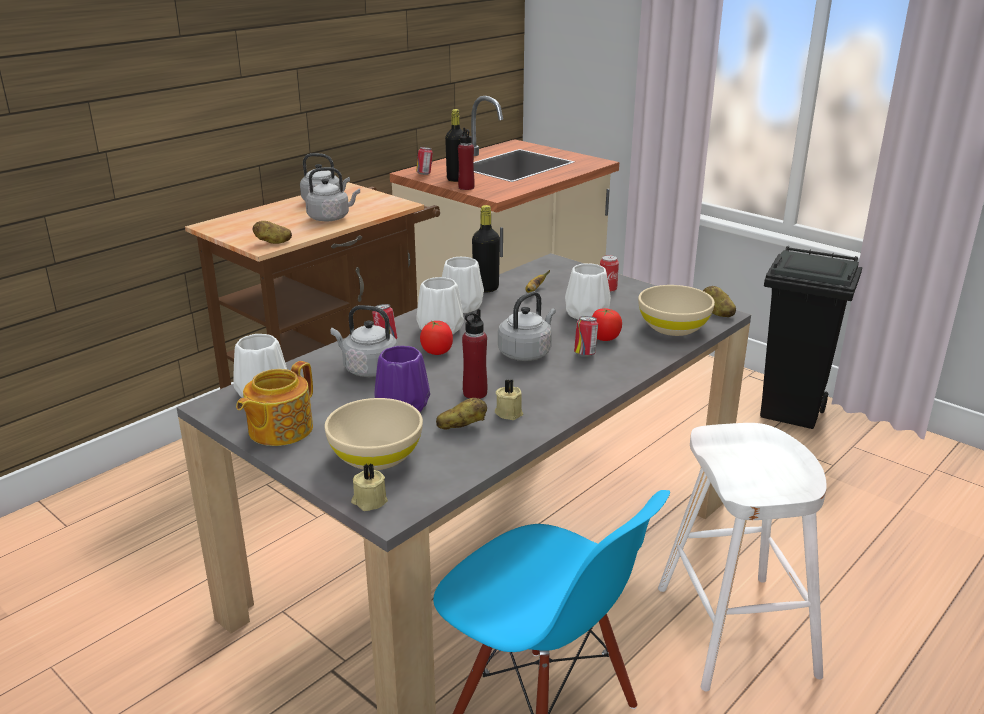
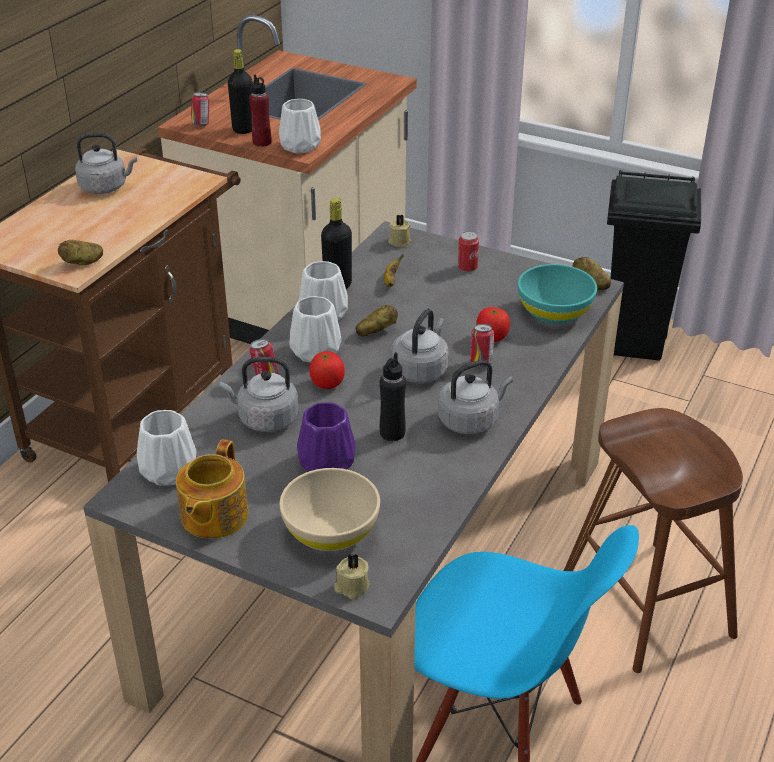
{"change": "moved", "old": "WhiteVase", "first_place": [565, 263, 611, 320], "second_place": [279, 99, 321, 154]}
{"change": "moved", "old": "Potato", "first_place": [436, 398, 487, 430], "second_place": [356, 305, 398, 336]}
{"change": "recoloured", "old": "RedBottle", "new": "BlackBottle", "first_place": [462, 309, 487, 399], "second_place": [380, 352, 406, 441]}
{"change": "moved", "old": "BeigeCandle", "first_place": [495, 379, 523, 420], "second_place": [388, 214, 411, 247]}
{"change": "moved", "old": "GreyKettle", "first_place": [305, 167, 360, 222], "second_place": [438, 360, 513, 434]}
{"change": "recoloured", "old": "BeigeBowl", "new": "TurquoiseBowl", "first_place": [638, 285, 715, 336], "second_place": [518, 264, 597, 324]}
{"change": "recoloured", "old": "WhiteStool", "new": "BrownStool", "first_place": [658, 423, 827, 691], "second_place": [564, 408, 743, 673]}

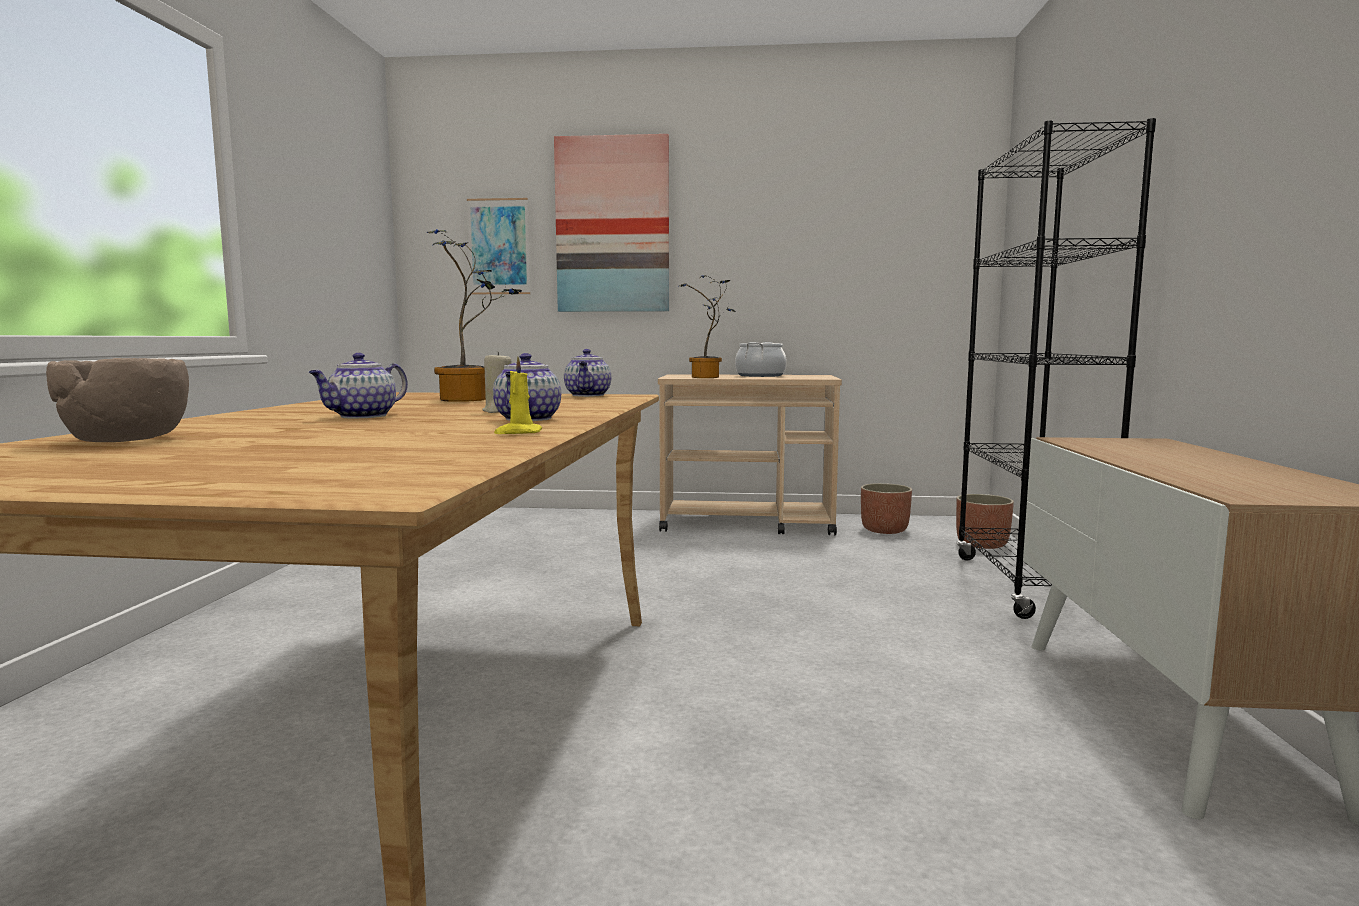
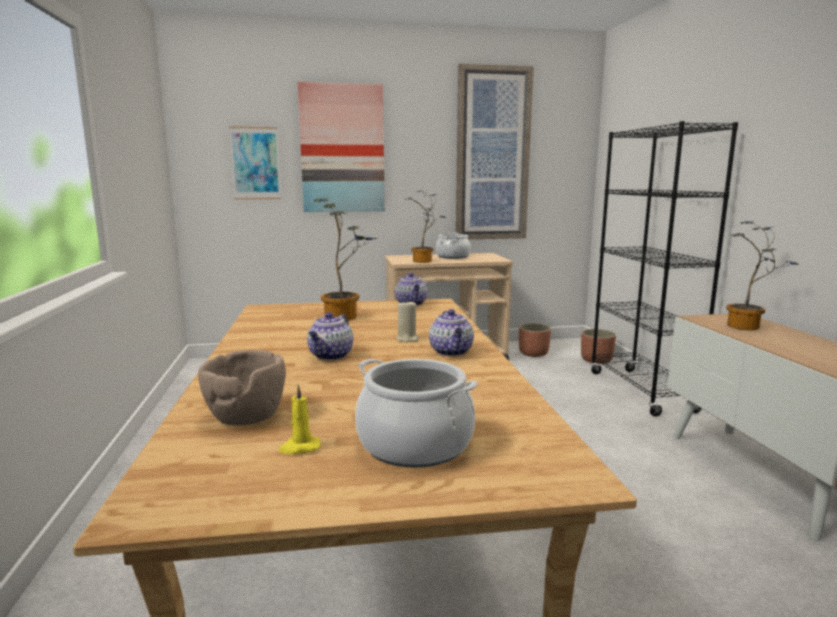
{"change": "moved", "old": "YellowCandle", "first_place": [494, 356, 542, 434], "second_place": [278, 385, 321, 454]}
{"change": "added", "new": "CookingPot", "second_place": [355, 358, 478, 468]}
{"change": "added", "new": "Picture", "second_place": [456, 64, 534, 239]}
{"change": "added", "new": "PottedPlant", "second_place": [726, 221, 799, 330]}

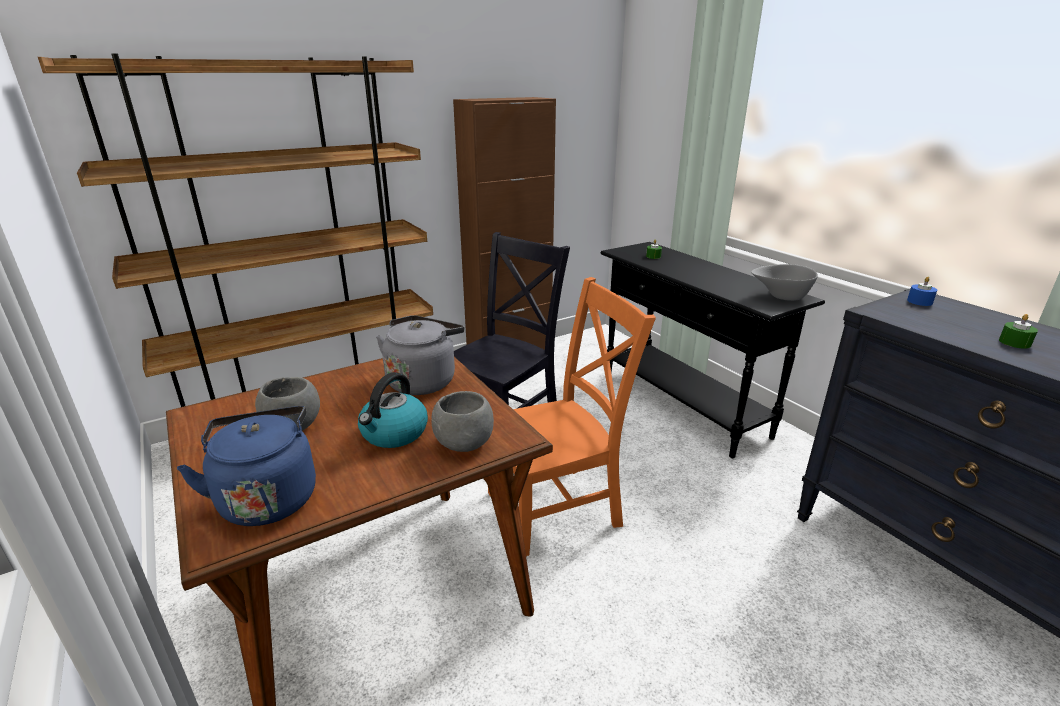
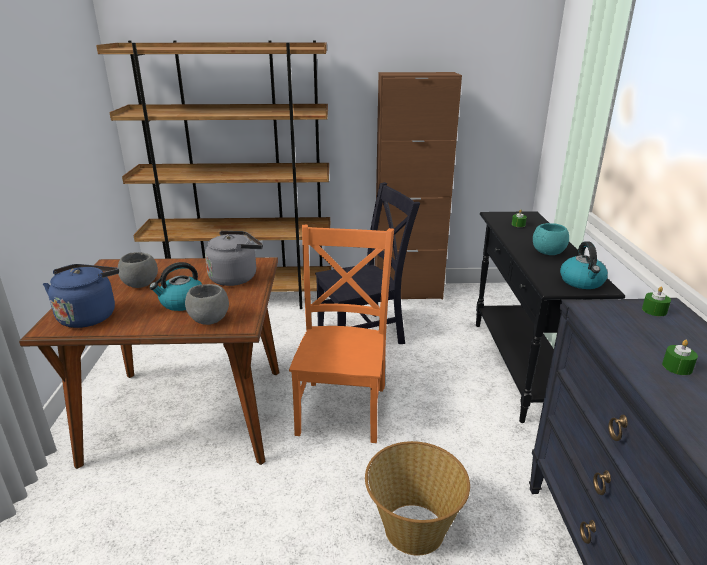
{"change": "turned", "old": "OrangeChair", "first_place": [488, 277, 656, 556], "second_place": [289, 225, 394, 443], "degrees": -90}
{"change": "added", "new": "Basket", "second_place": [365, 441, 470, 556]}
{"change": "added", "new": "TurquoiseBowl", "second_place": [533, 223, 569, 255]}
{"change": "replaced", "old": "GreyBowl", "new": "Kettle", "first_place": [751, 264, 818, 301], "second_place": [560, 241, 608, 289]}
{"change": "recoloured", "old": "BlueCandle", "new": "GreenCandle", "first_place": [907, 277, 937, 306], "second_place": [642, 287, 671, 316]}

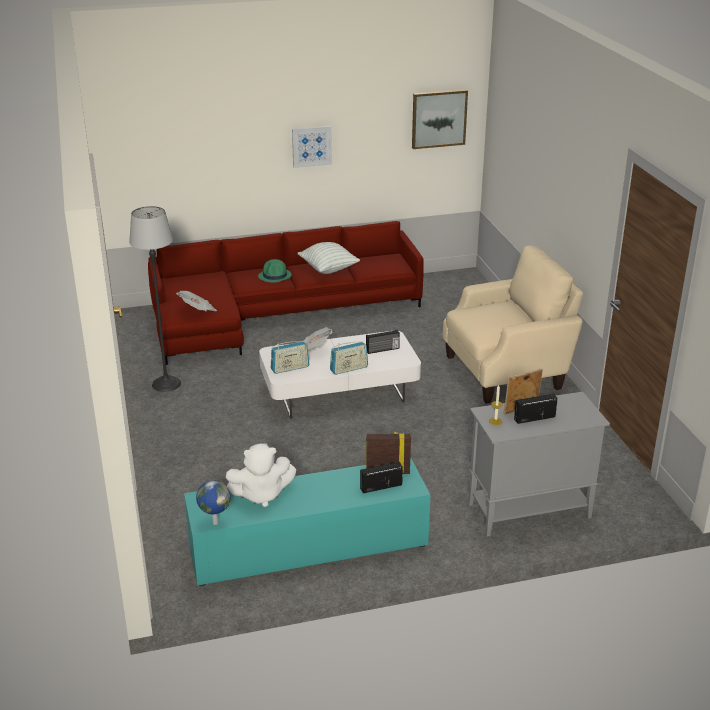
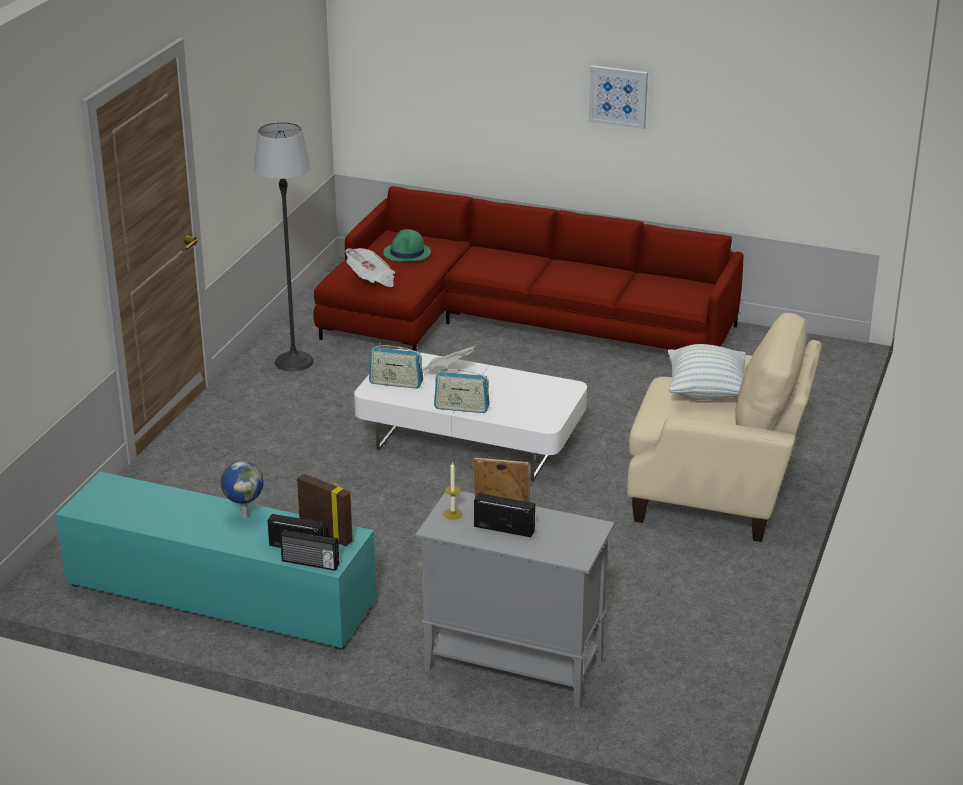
{"change": "moved", "old": "Globe", "first_place": [196, 480, 231, 525], "second_place": [221, 461, 264, 518]}
{"change": "moved", "old": "Radio", "first_place": [366, 330, 400, 354], "second_place": [280, 529, 339, 571]}
{"change": "moved", "old": "GreenHat", "first_place": [258, 259, 292, 283], "second_place": [383, 229, 431, 261]}
{"change": "moved", "old": "Pillow", "first_place": [297, 242, 360, 274], "second_place": [668, 344, 746, 400]}
{"change": "removed", "old": "WhitePlushToy", "first_place": [226, 443, 296, 507]}
{"change": "removed", "old": "Picture", "first_place": [412, 89, 468, 149]}

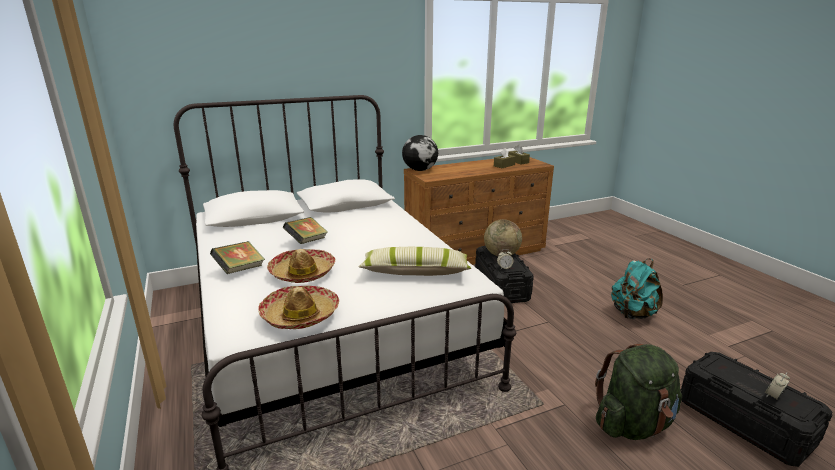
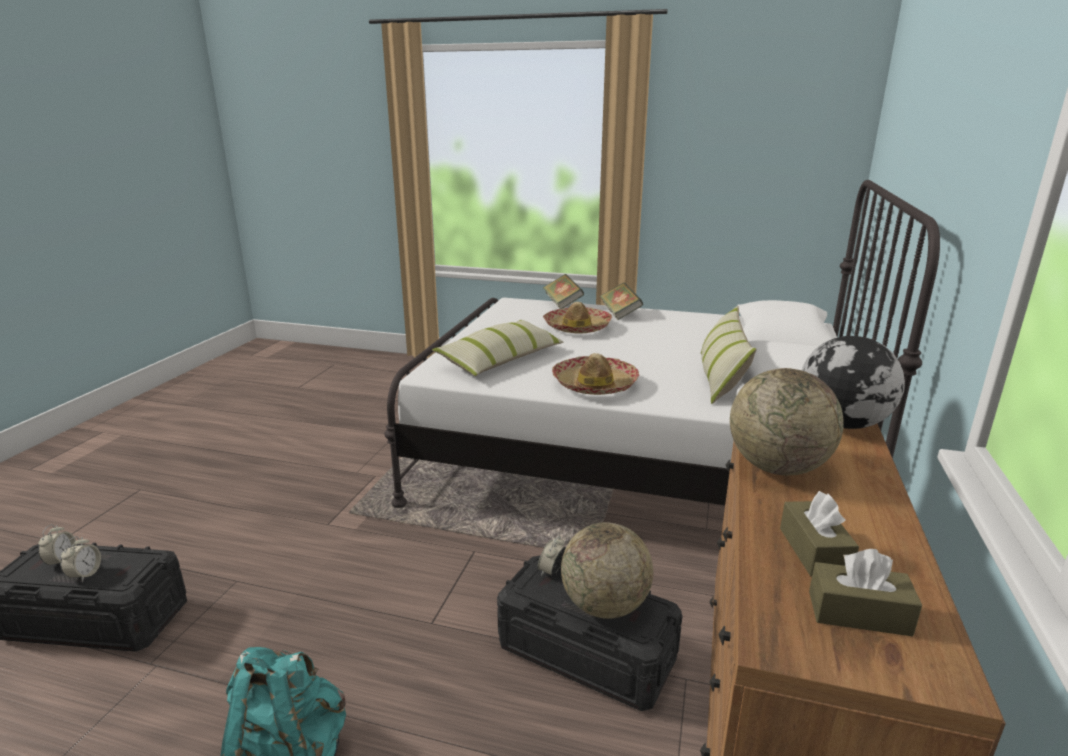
{"change": "added", "new": "AlarmClock", "second_place": [61, 536, 101, 582]}
{"change": "moved", "old": "Book", "first_place": [283, 217, 328, 244], "second_place": [543, 274, 584, 309]}
{"change": "moved", "old": "Hat", "first_place": [258, 286, 339, 329], "second_place": [552, 353, 639, 395]}
{"change": "added", "new": "Pillow", "second_place": [700, 306, 757, 404]}
{"change": "added", "new": "Globe", "second_place": [730, 368, 844, 476]}
{"change": "removed", "old": "GreenBackpack", "first_place": [595, 344, 682, 440]}

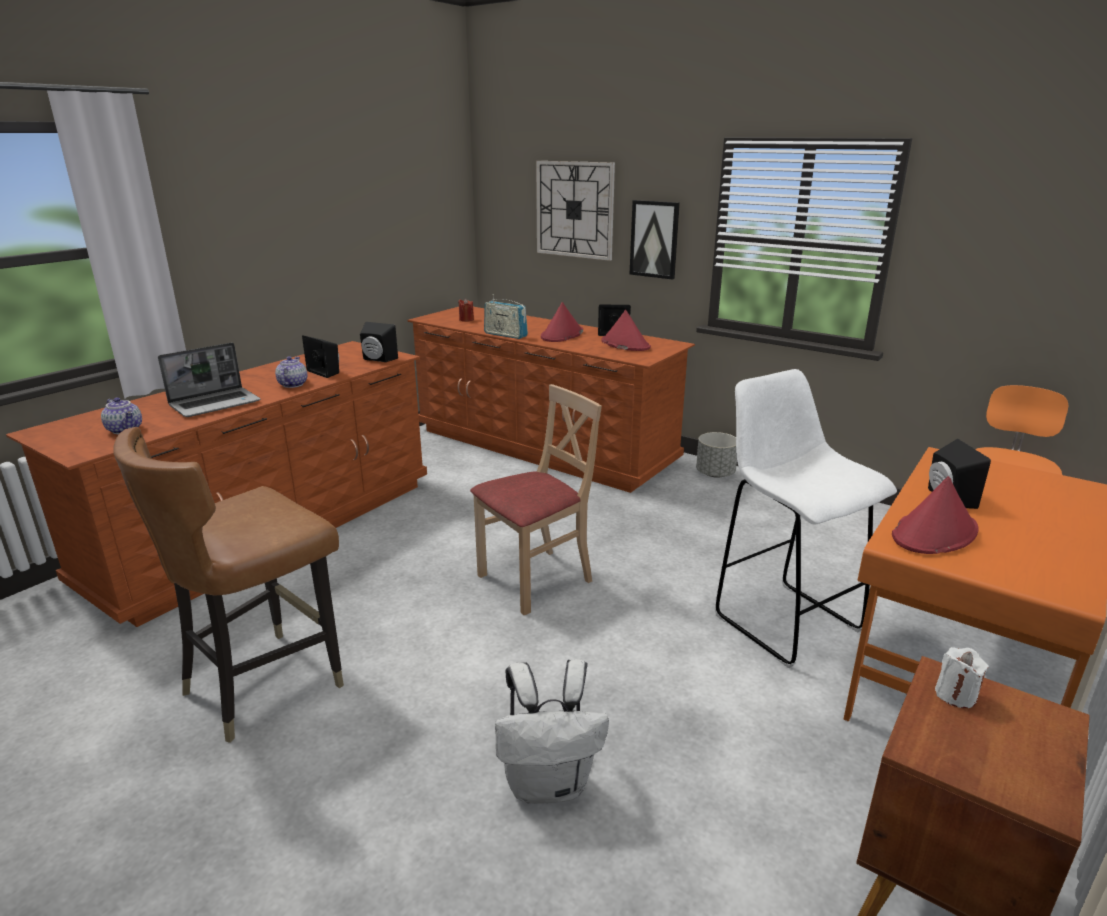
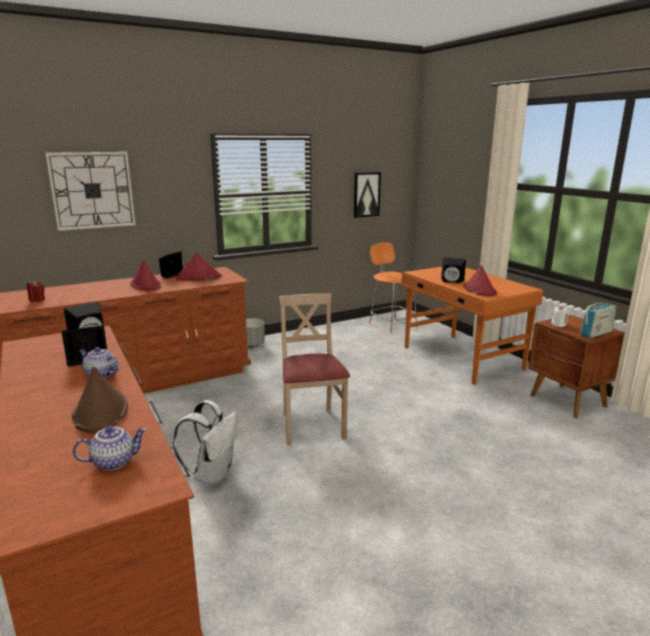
{"change": "replaced", "old": "Laptop", "new": "BrownHat", "first_place": [158, 342, 261, 417], "second_place": [72, 366, 128, 433]}
{"change": "moved", "old": "WhiteBackpack", "first_place": [495, 659, 609, 804], "second_place": [173, 400, 237, 485]}
{"change": "moved", "old": "Picture", "first_place": [630, 200, 680, 280], "second_place": [354, 172, 381, 218]}
{"change": "moved", "old": "Radio", "first_place": [484, 294, 528, 339], "second_place": [580, 302, 617, 338]}
{"change": "removed", "old": "BrownChair", "first_place": [113, 427, 344, 743]}
{"change": "removed", "old": "WhiteStool", "first_place": [715, 369, 897, 668]}

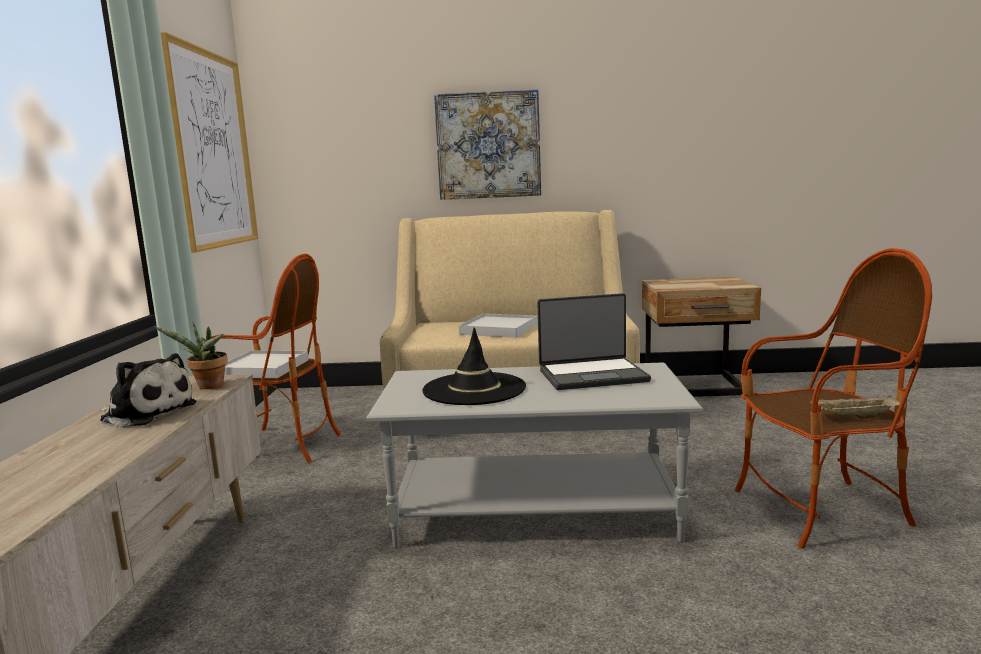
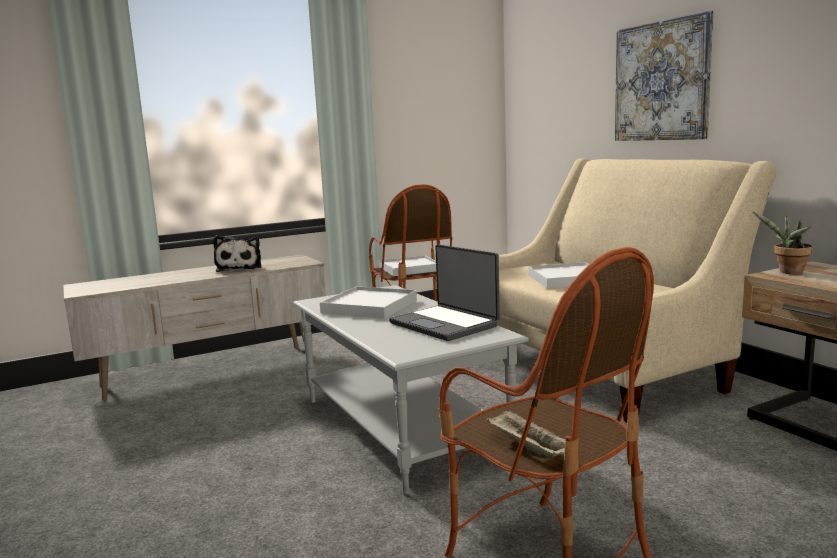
{"change": "replaced", "old": "BlackHat", "new": "WhiteTray", "first_place": [422, 327, 526, 405], "second_place": [320, 286, 417, 319]}
{"change": "moved", "old": "PottedPlant", "first_place": [154, 322, 228, 389], "second_place": [753, 212, 812, 275]}
{"change": "removed", "old": "Picture", "first_place": [161, 32, 258, 253]}

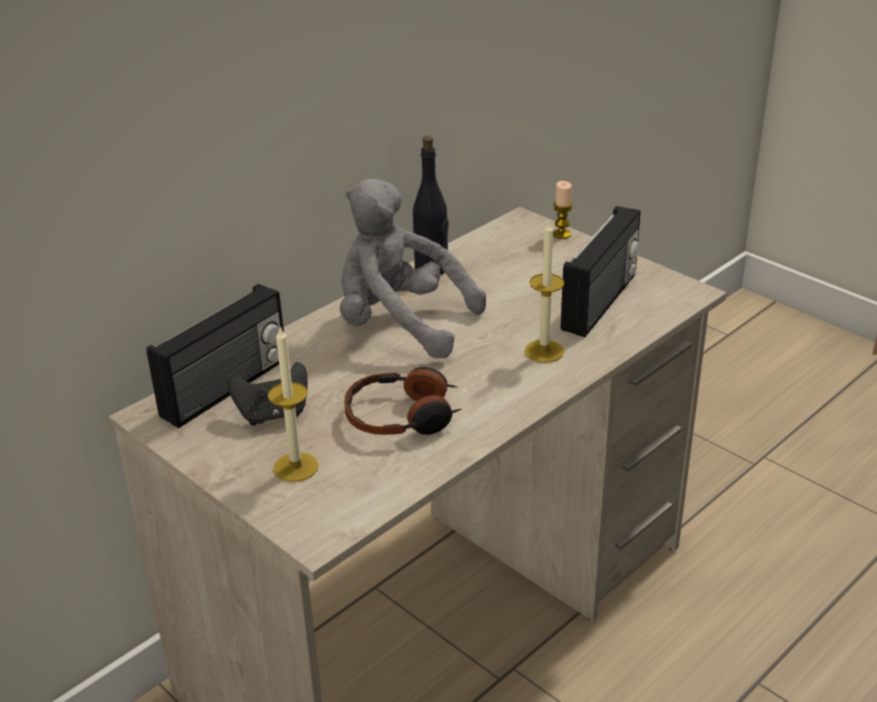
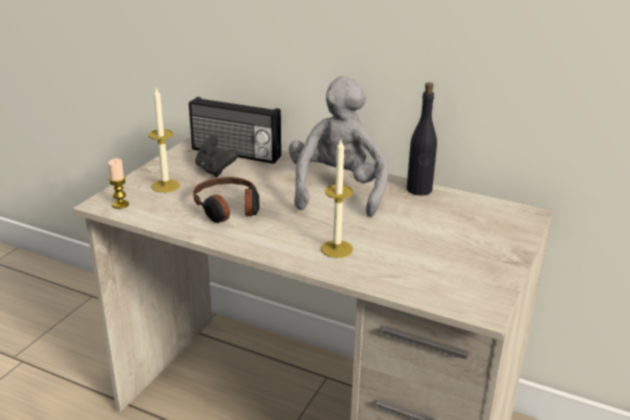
{"change": "moved", "old": "Candle", "first_place": [553, 181, 573, 239], "second_place": [108, 158, 129, 209]}
{"change": "removed", "old": "Radio", "first_place": [561, 206, 641, 337]}

